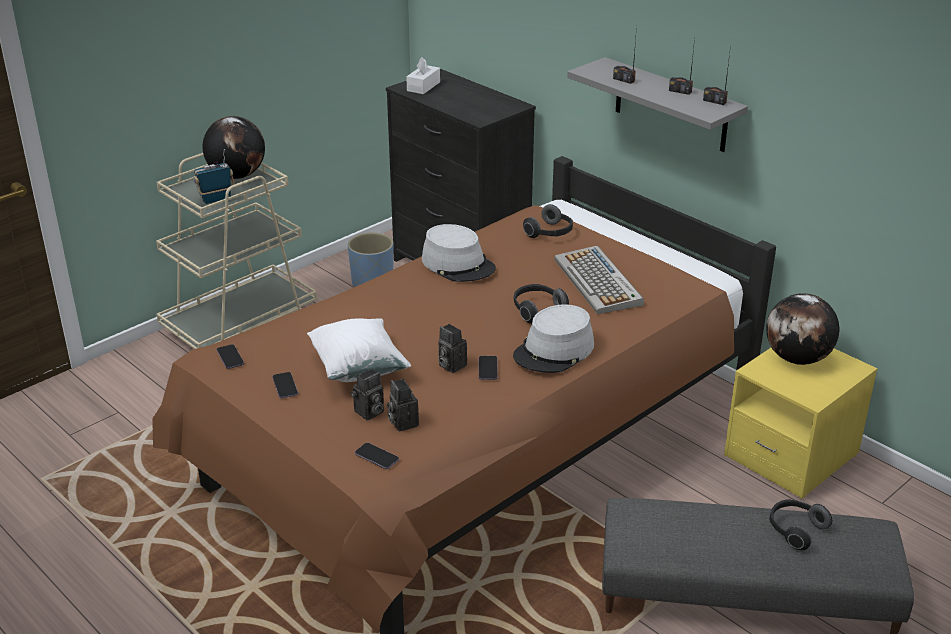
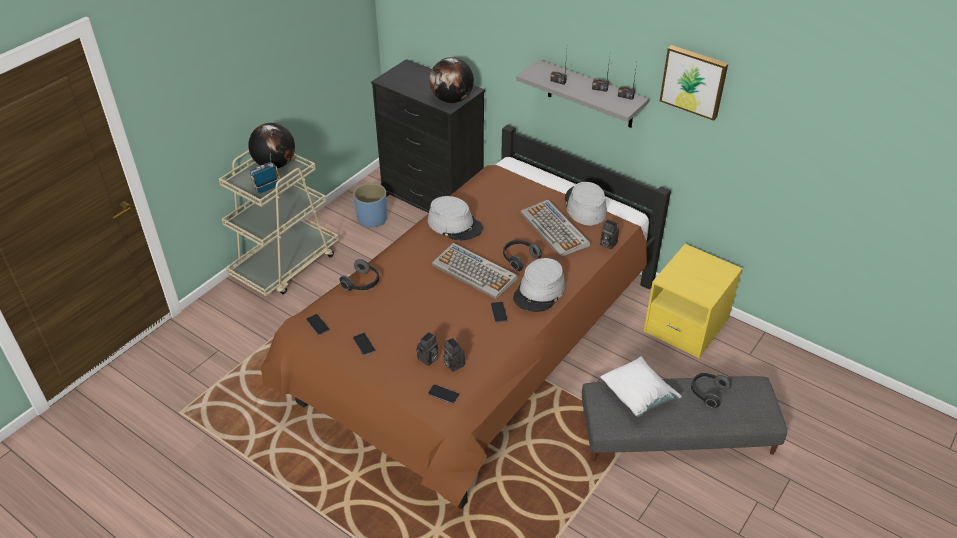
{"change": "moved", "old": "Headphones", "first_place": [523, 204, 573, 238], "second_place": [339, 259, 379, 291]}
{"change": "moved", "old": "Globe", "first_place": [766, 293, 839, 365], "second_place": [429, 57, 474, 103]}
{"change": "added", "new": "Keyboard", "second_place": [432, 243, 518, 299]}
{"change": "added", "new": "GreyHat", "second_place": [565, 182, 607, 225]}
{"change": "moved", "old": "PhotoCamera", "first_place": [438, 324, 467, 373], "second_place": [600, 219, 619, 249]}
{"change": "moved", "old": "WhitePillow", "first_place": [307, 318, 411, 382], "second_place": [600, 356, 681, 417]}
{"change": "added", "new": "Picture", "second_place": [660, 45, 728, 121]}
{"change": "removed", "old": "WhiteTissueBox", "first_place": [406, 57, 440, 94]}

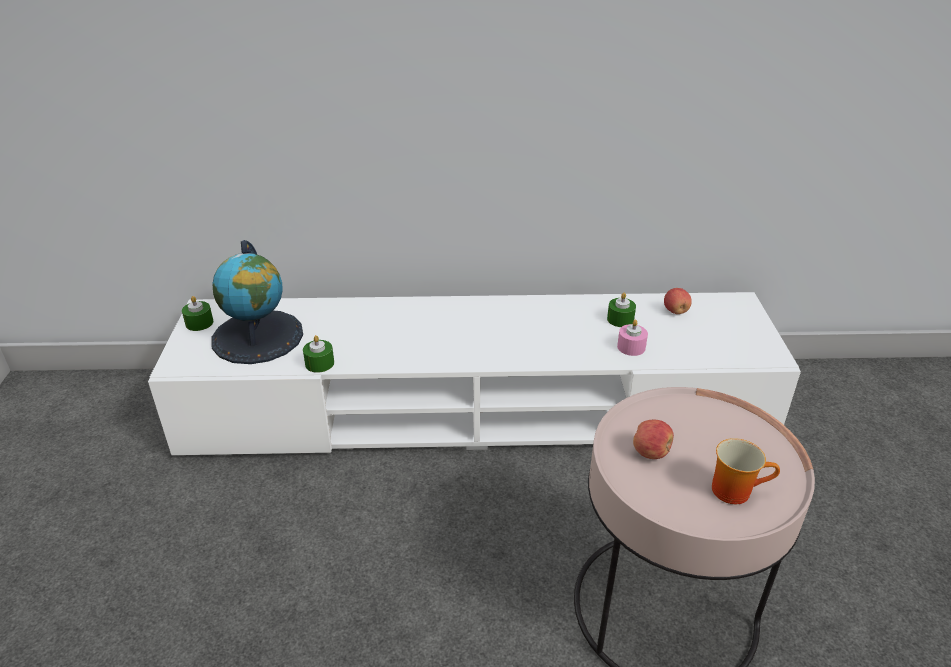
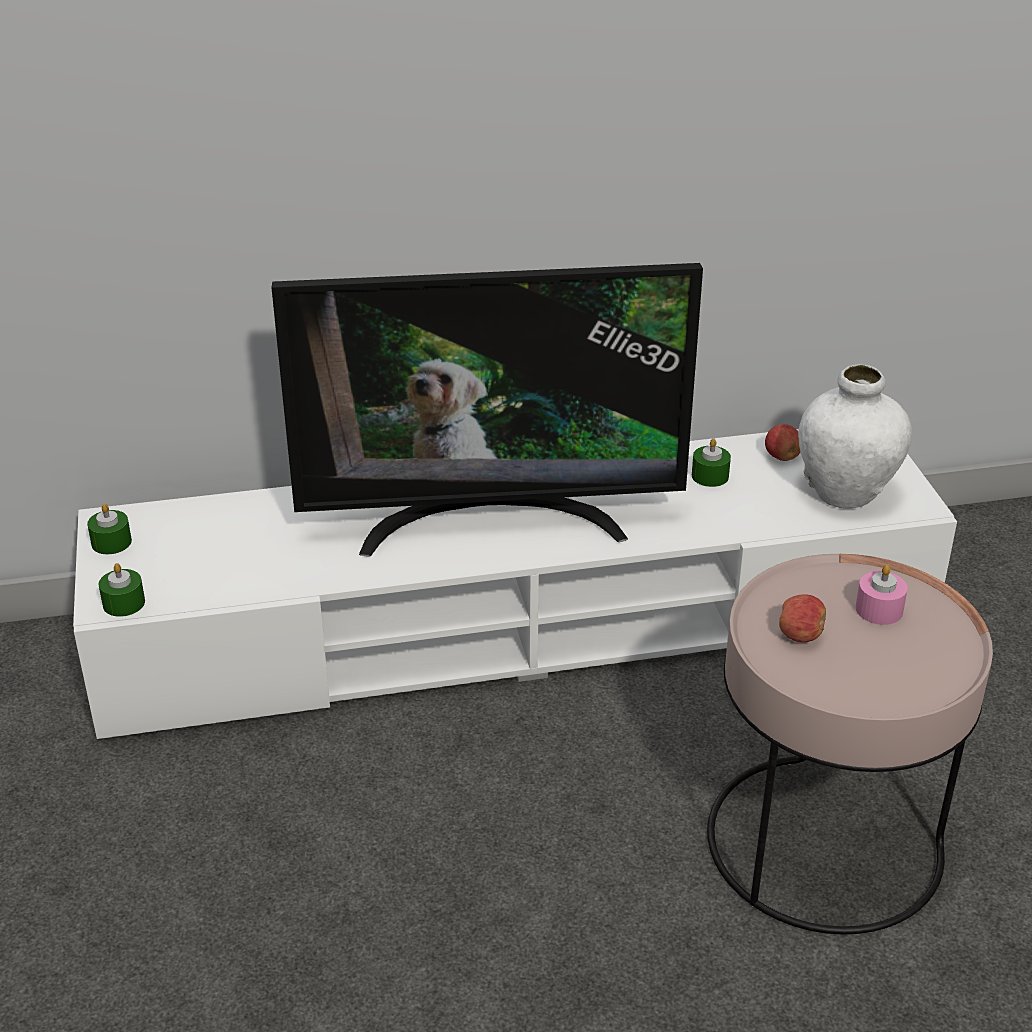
{"change": "moved", "old": "GreenCandle", "first_place": [303, 335, 334, 373], "second_place": [99, 563, 145, 617]}
{"change": "added", "new": "Television", "second_place": [271, 263, 703, 557]}
{"change": "added", "new": "WhiteVase", "second_place": [798, 365, 912, 509]}
{"change": "moved", "old": "PinkCandle", "first_place": [617, 319, 648, 356], "second_place": [856, 565, 908, 625]}
{"change": "removed", "old": "Globe", "first_place": [211, 240, 303, 364]}
{"change": "removed", "old": "Mug", "first_place": [712, 438, 780, 504]}

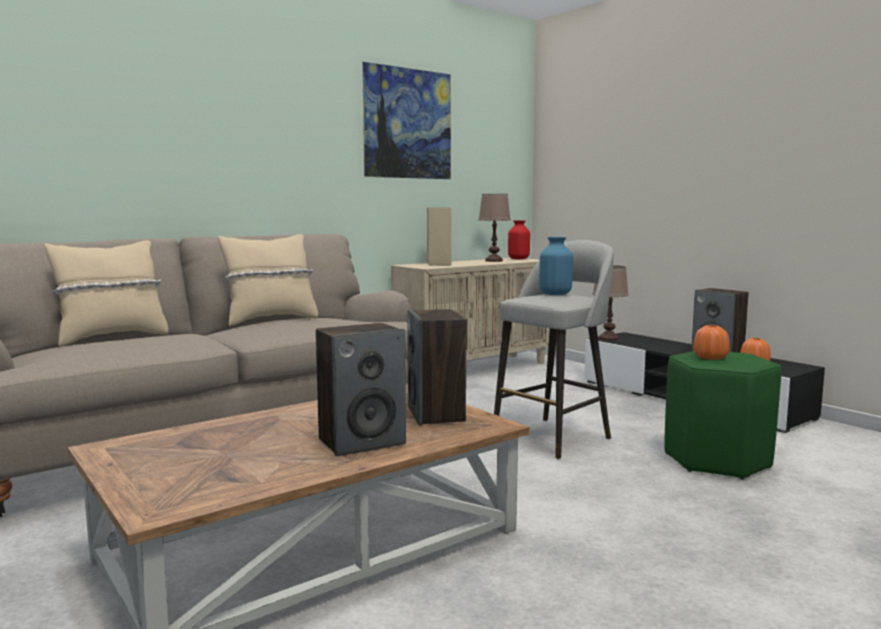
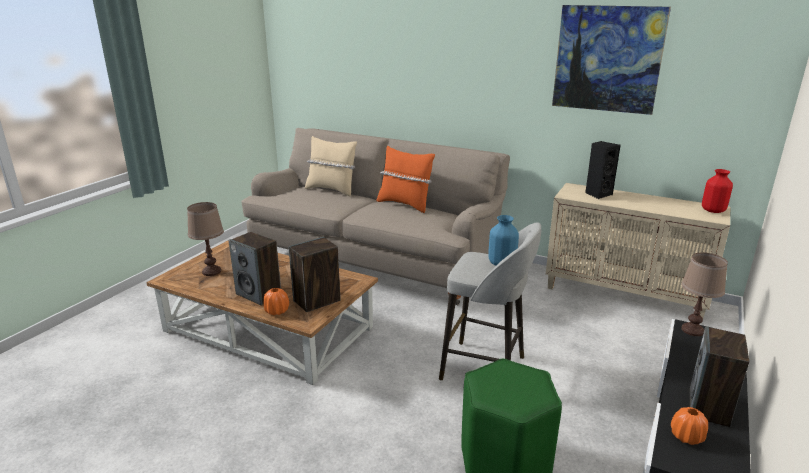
{"change": "moved", "old": "BrownTableLamp", "first_place": [479, 194, 511, 262], "second_place": [187, 202, 224, 276]}
{"change": "moved", "old": "OrangeVase", "first_place": [693, 325, 730, 360], "second_place": [263, 288, 289, 315]}
{"change": "recoloured", "old": "BeigePillow", "new": "OrangePillow", "first_place": [218, 234, 318, 326], "second_place": [376, 146, 435, 213]}
{"change": "recoloured", "old": "BeigeSpeaker", "new": "BlackSpeaker", "first_place": [427, 208, 452, 265], "second_place": [585, 141, 621, 199]}

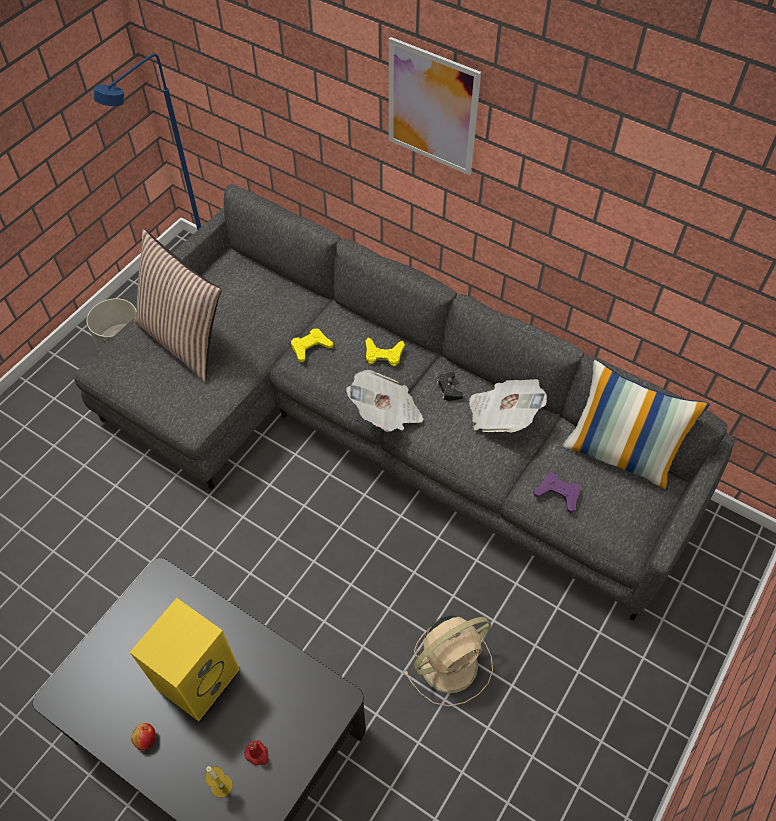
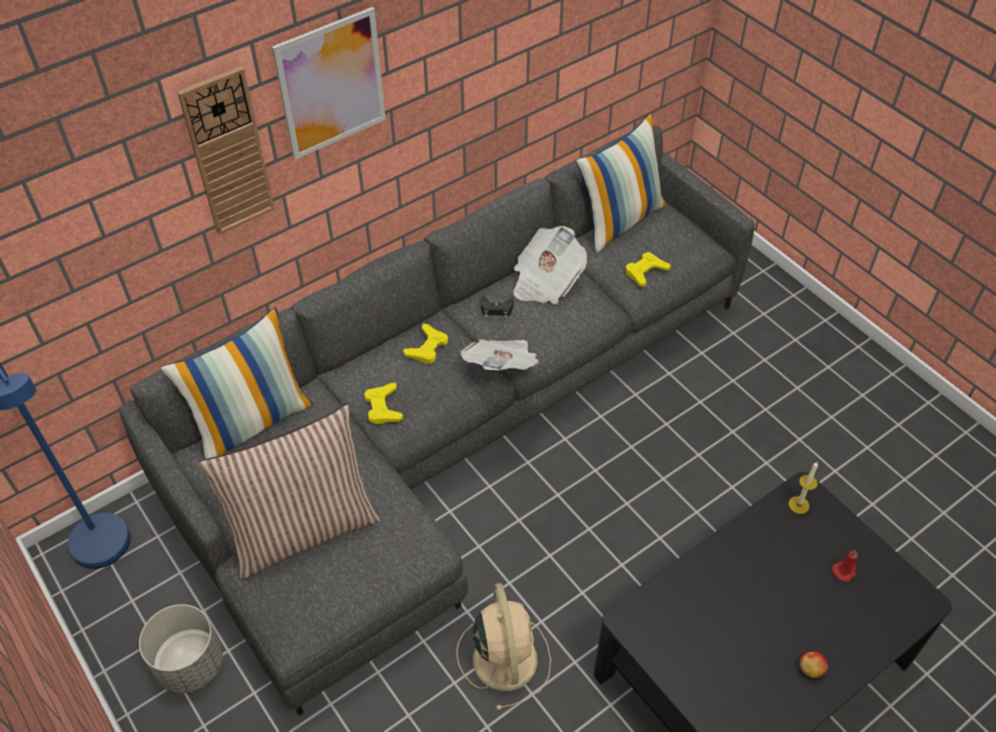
{"change": "added", "new": "Pillow", "second_place": [161, 307, 313, 459]}
{"change": "added", "new": "WallClock", "second_place": [177, 66, 275, 235]}
{"change": "moved", "old": "BeigeFan", "first_place": [403, 616, 493, 706], "second_place": [456, 583, 551, 710]}
{"change": "recoloured", "old": "PurpleGameController", "new": "YellowGameController", "first_place": [534, 473, 581, 513], "second_place": [626, 252, 671, 287]}
{"change": "moved", "old": "Candle", "first_place": [205, 766, 233, 798], "second_place": [788, 462, 818, 514]}
{"change": "removed", "old": "YellowSpeaker", "first_place": [130, 598, 240, 722]}

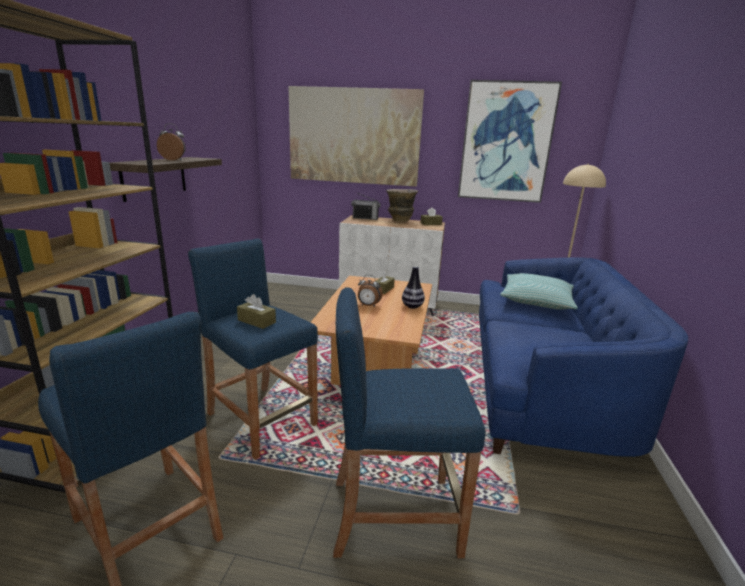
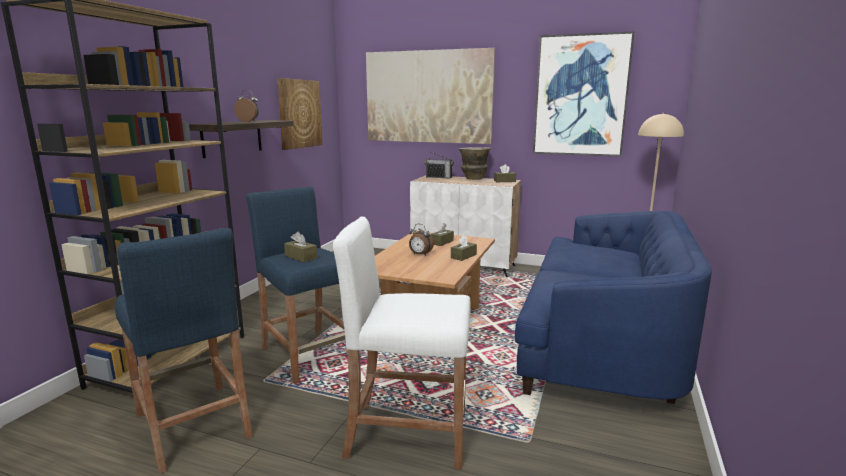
{"change": "added", "new": "Picture", "second_place": [277, 78, 322, 150]}
{"change": "recoloured", "old": "BlueStool", "new": "WhiteStool", "first_place": [333, 287, 486, 558], "second_place": [333, 216, 470, 469]}
{"change": "replaced", "old": "Vase", "new": "BrownTissueBox", "first_place": [402, 266, 425, 309], "second_place": [451, 235, 477, 261]}
{"change": "removed", "old": "Pillow", "first_place": [500, 273, 578, 309]}

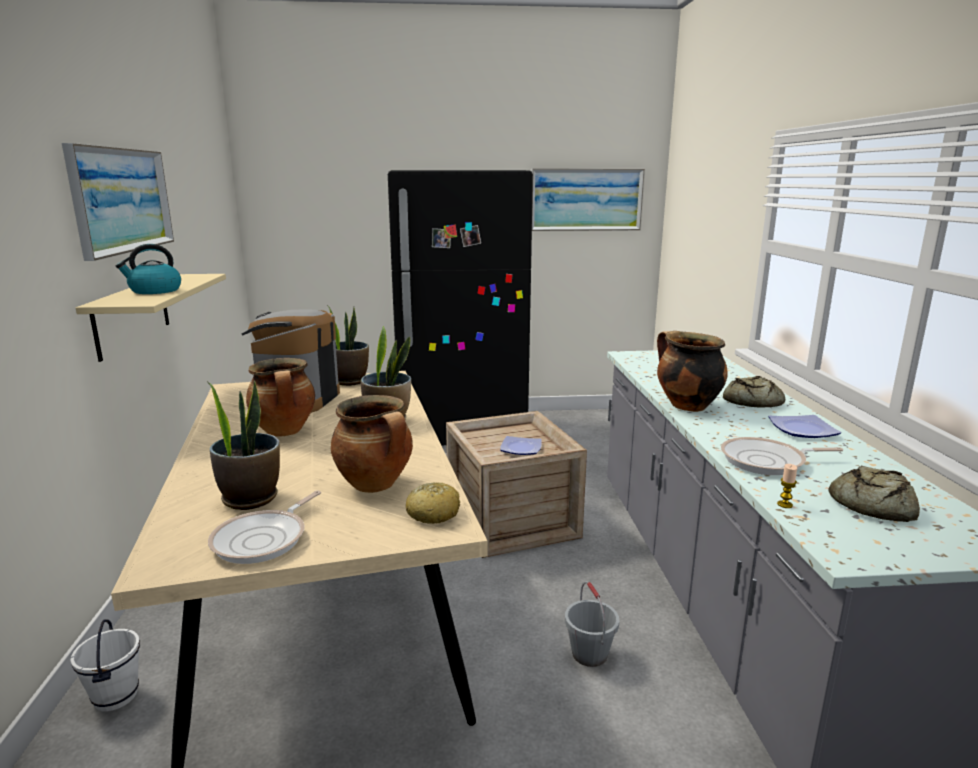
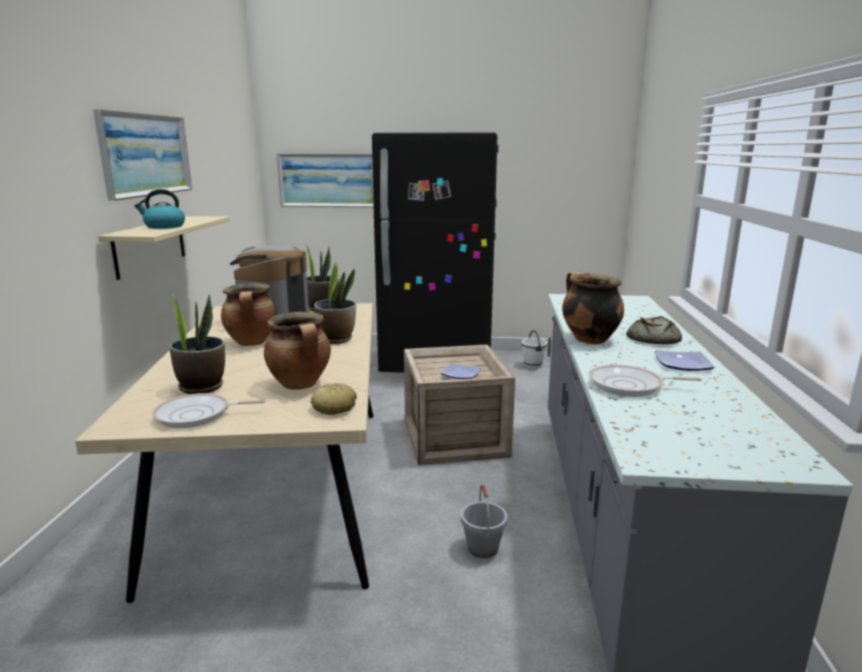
{"change": "turned", "old": "FryingPan", "first_place": [208, 491, 321, 564], "second_place": [152, 393, 266, 428], "degrees": 45}
{"change": "moved", "old": "Picture", "first_place": [532, 168, 645, 231], "second_place": [277, 154, 374, 207]}
{"change": "moved", "old": "WhiteBucket", "first_place": [70, 619, 140, 712], "second_place": [522, 330, 547, 368]}
{"change": "removed", "old": "Candle", "first_place": [777, 464, 797, 508]}
{"change": "removed", "old": "Bread", "first_place": [828, 466, 920, 522]}

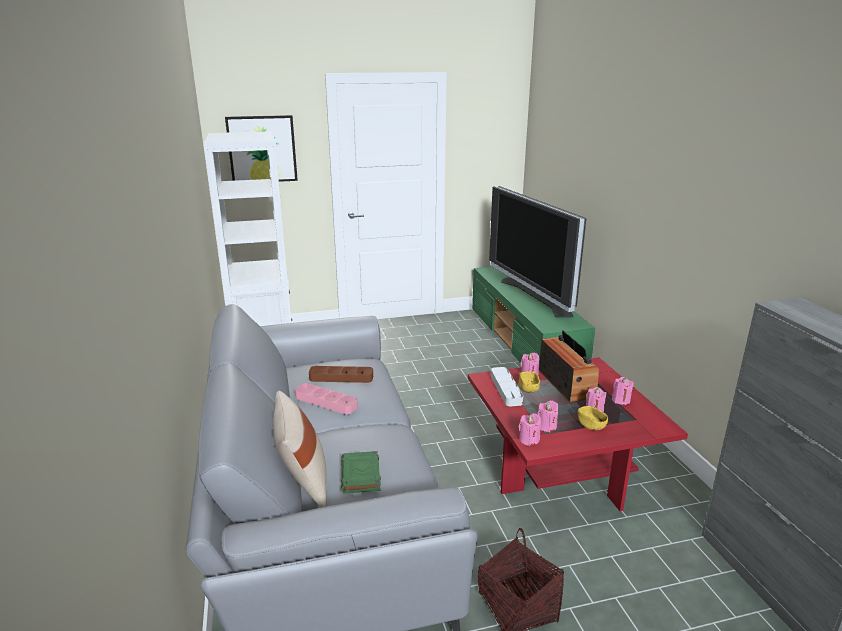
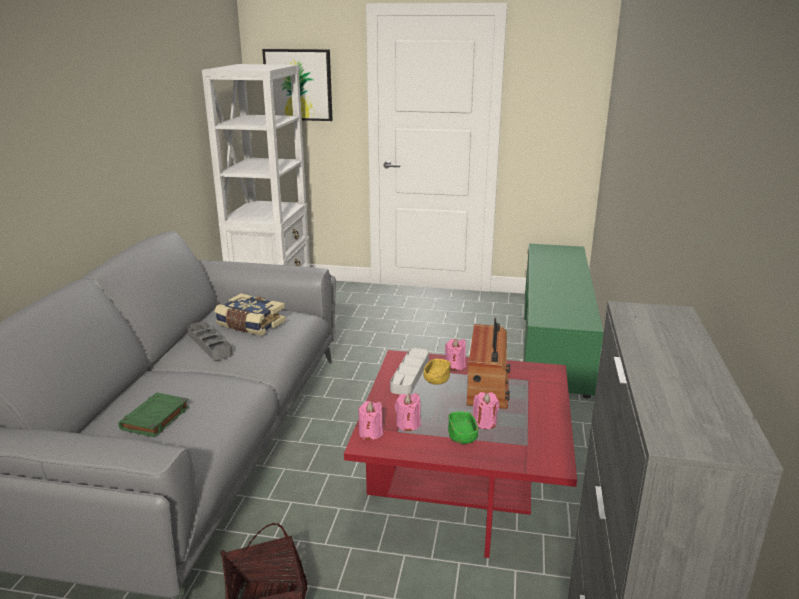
{"change": "recoloured", "old": "PinkTray", "new": "GreyTray", "first_place": [295, 383, 358, 414], "second_place": [188, 321, 232, 360]}
{"change": "replaced", "old": "BrownTray", "new": "Book", "first_place": [309, 366, 373, 383], "second_place": [215, 293, 286, 336]}
{"change": "recoloured", "old": "YellowBowl", "new": "GreenBowl", "first_place": [578, 406, 609, 430], "second_place": [448, 411, 478, 444]}
{"change": "removed", "old": "BeigePillow", "first_place": [273, 391, 326, 507]}
{"change": "removed", "old": "Television", "first_place": [489, 186, 586, 318]}
{"change": "removed", "old": "PinkCandle", "first_place": [612, 377, 634, 405]}

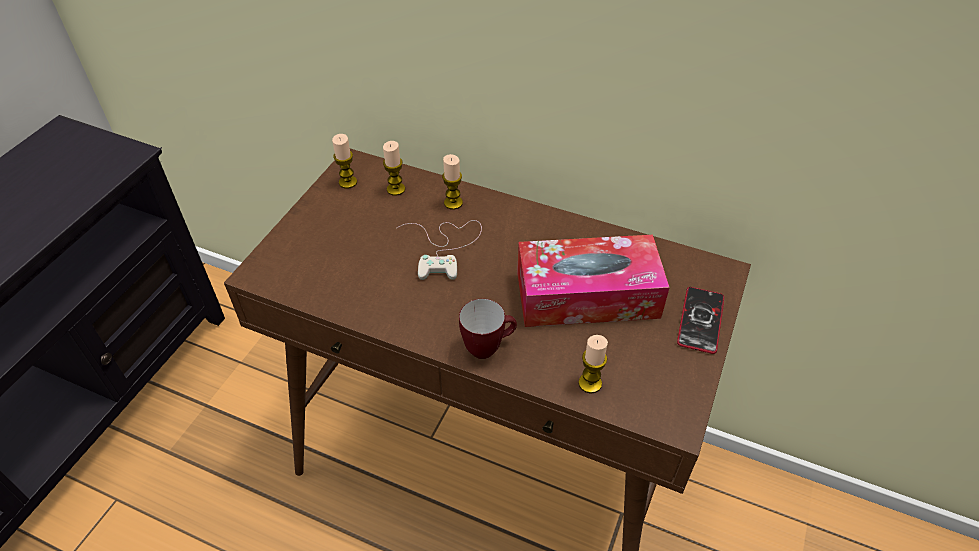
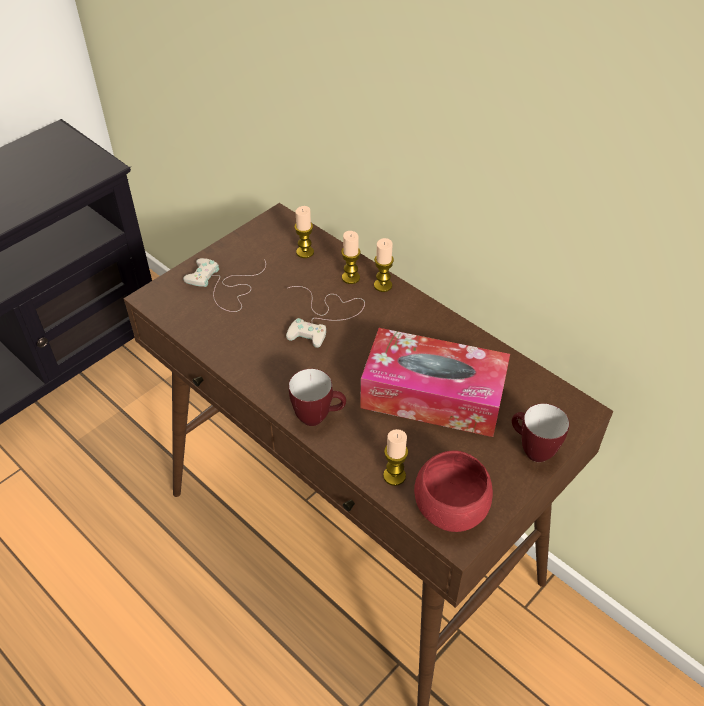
{"change": "added", "new": "WhiteGameController", "second_place": [183, 258, 266, 312]}
{"change": "moved", "old": "Candle", "first_place": [332, 134, 357, 189], "second_place": [374, 238, 394, 292]}
{"change": "added", "new": "RedBowl", "second_place": [414, 451, 493, 532]}
{"change": "replaced", "old": "Phone", "new": "Mug", "first_place": [677, 287, 724, 354], "second_place": [512, 403, 569, 462]}

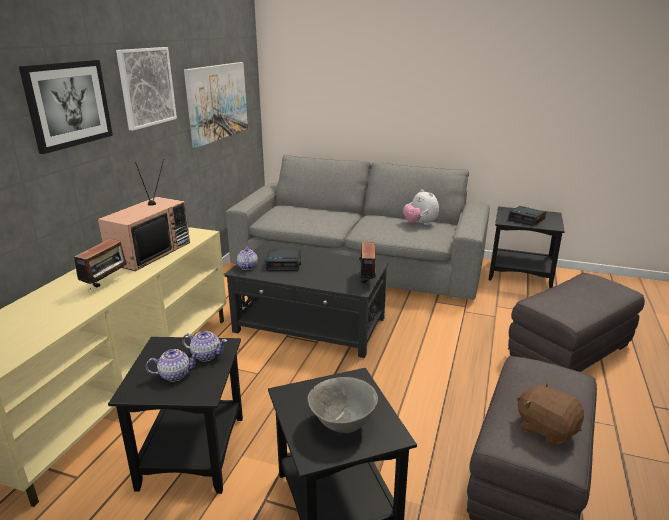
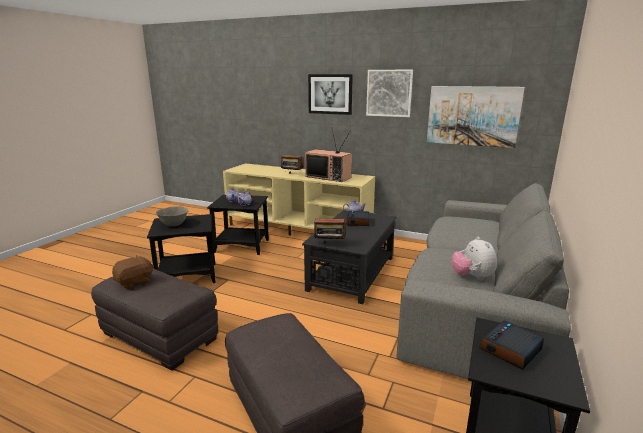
{"change": "turned", "old": "PlushToy", "first_place": [403, 189, 439, 225], "second_place": [451, 237, 497, 280], "degrees": -75}

